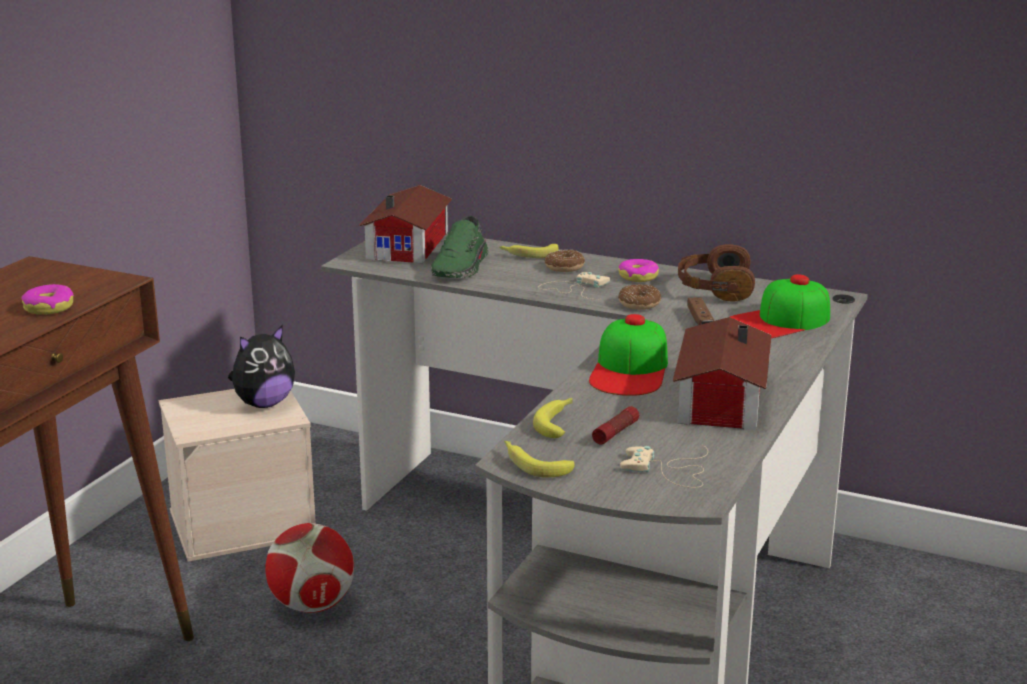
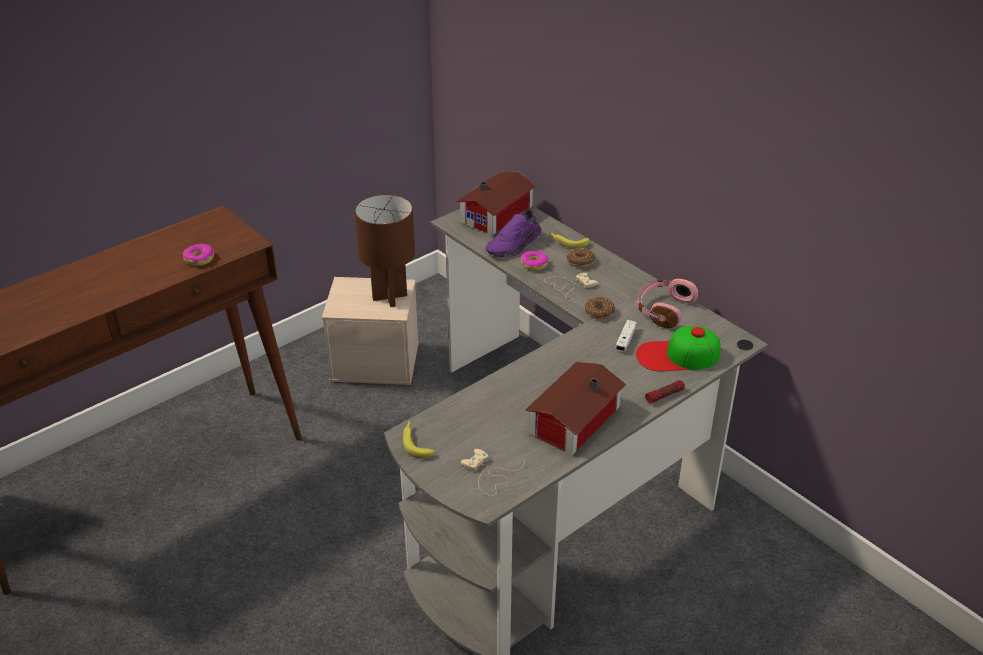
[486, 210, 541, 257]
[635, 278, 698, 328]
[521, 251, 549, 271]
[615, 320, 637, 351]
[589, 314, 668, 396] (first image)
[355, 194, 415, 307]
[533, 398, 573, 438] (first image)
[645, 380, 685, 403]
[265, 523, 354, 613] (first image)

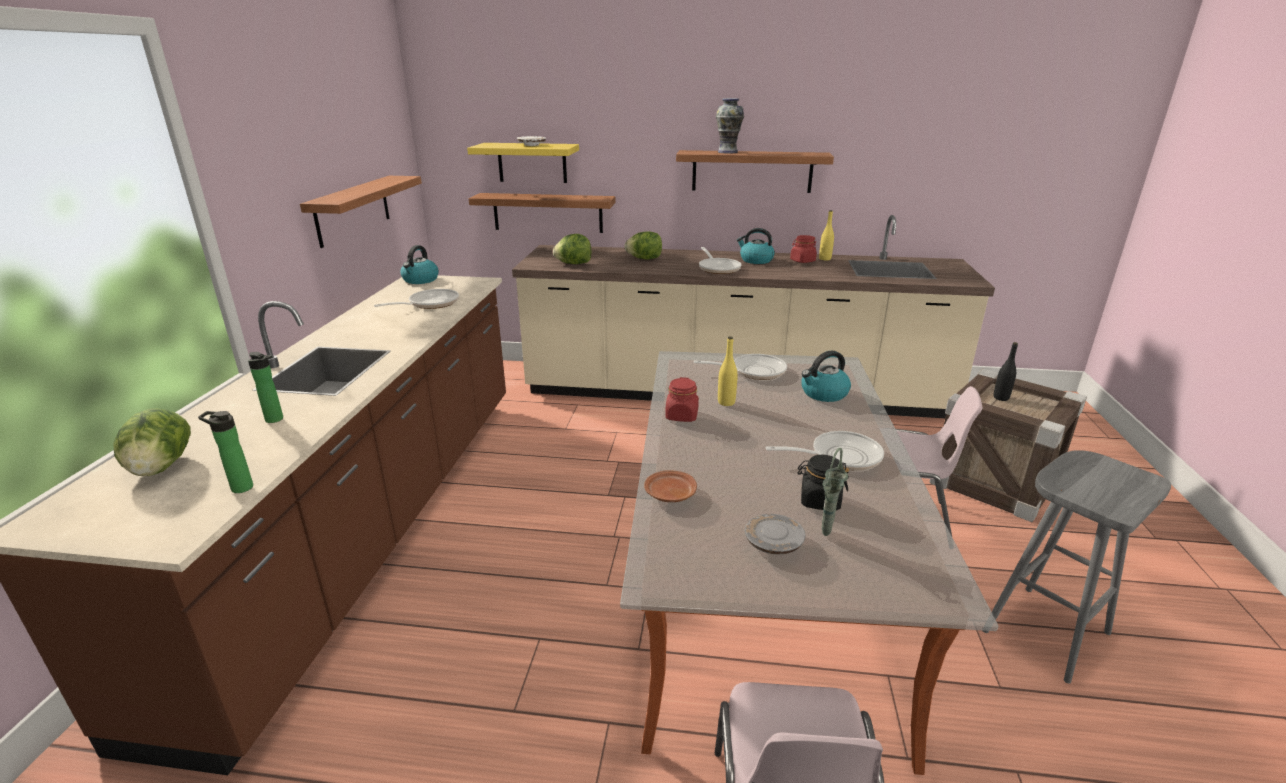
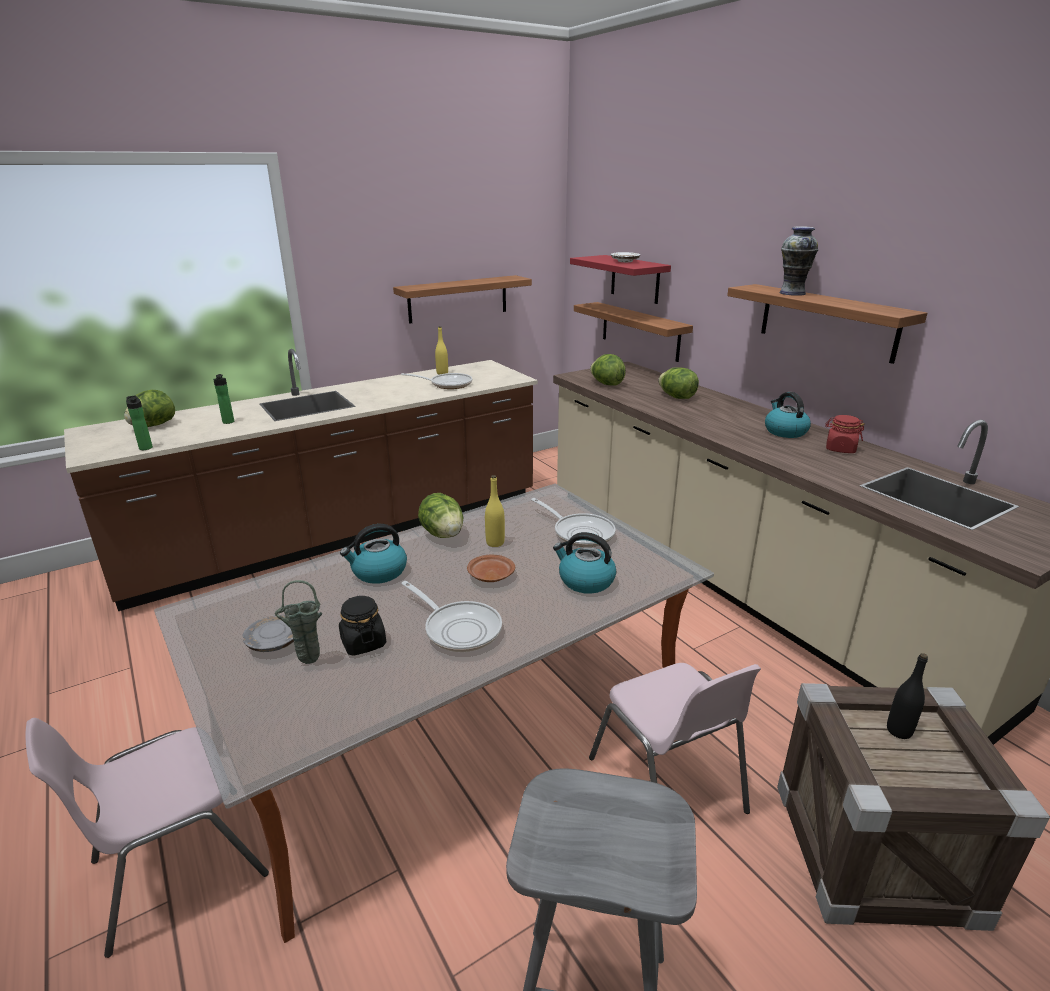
[570, 255, 671, 304]
[435, 326, 448, 375]
[340, 524, 407, 584]
[699, 247, 741, 274] (first image)
[418, 493, 463, 538]
[467, 555, 515, 582]

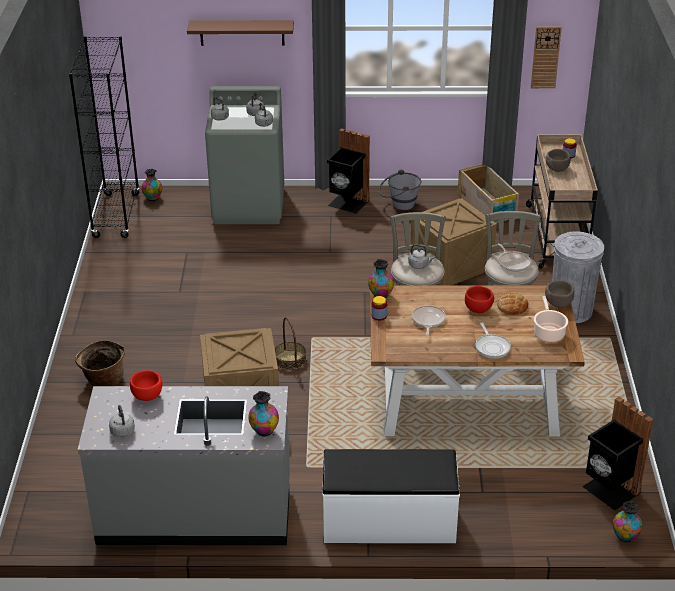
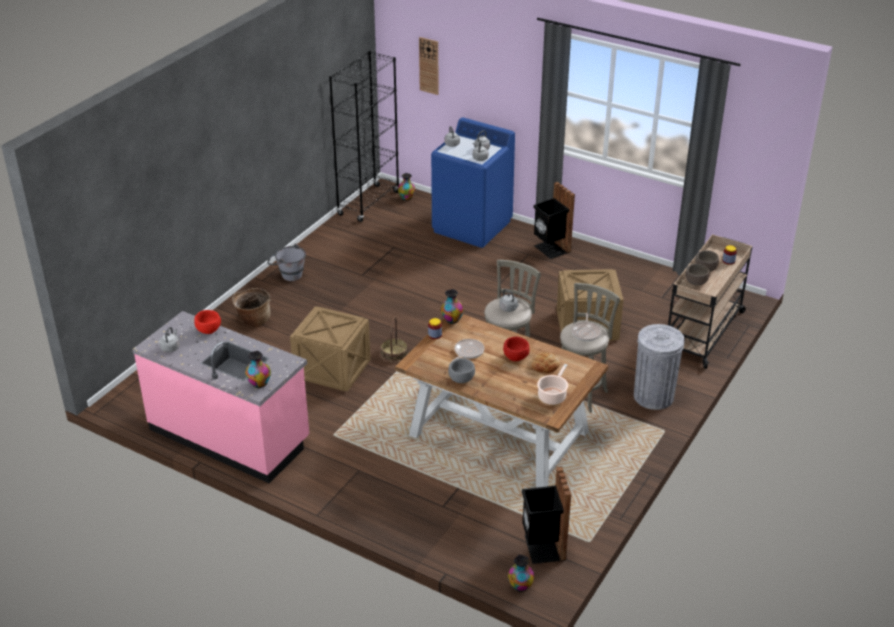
[187, 20, 294, 46] (first image)
[419, 37, 439, 95]
[431, 117, 515, 248]
[458, 164, 519, 223] (first image)
[267, 243, 306, 281]
[685, 264, 709, 286]
[476, 323, 511, 359] (first image)
[132, 311, 309, 483]
[323, 449, 460, 543] (first image)
[448, 358, 475, 383]

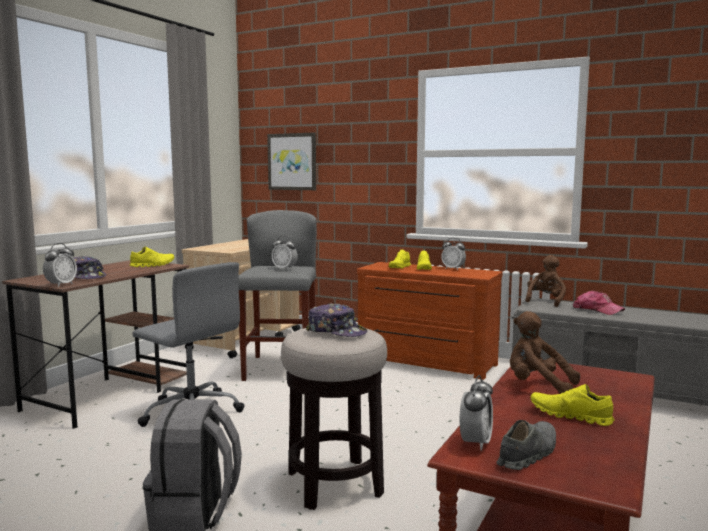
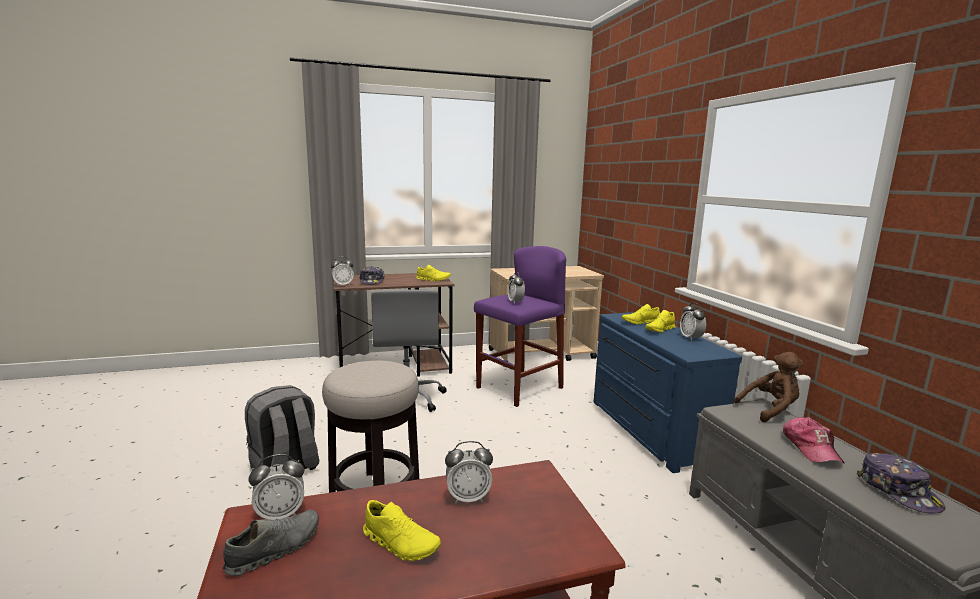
[267, 132, 316, 190] (first image)
[474, 246, 566, 407]
[594, 312, 742, 473]
[857, 453, 945, 514]
[445, 441, 493, 504]
[363, 500, 441, 561]
[222, 509, 319, 576]

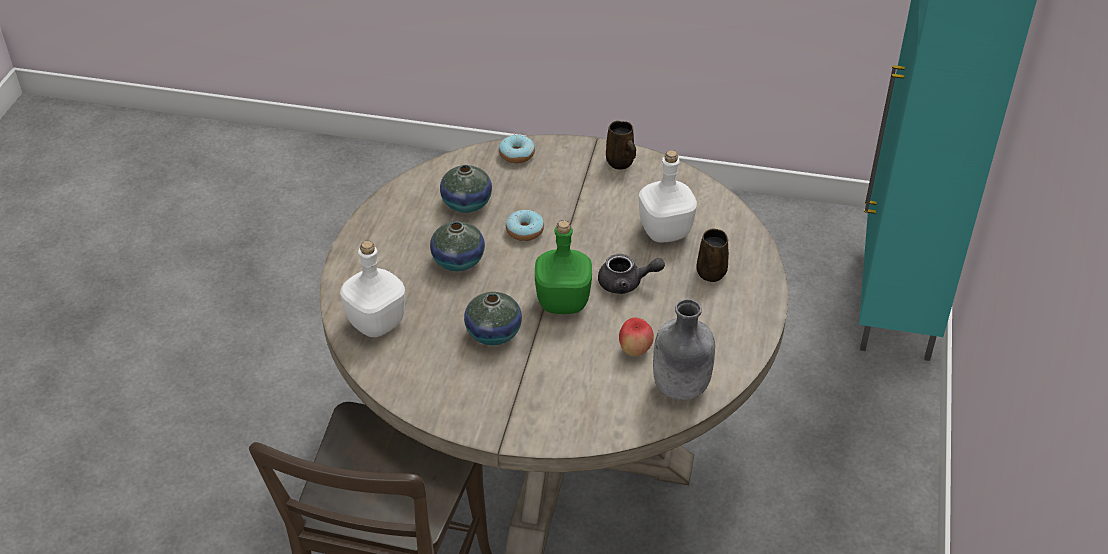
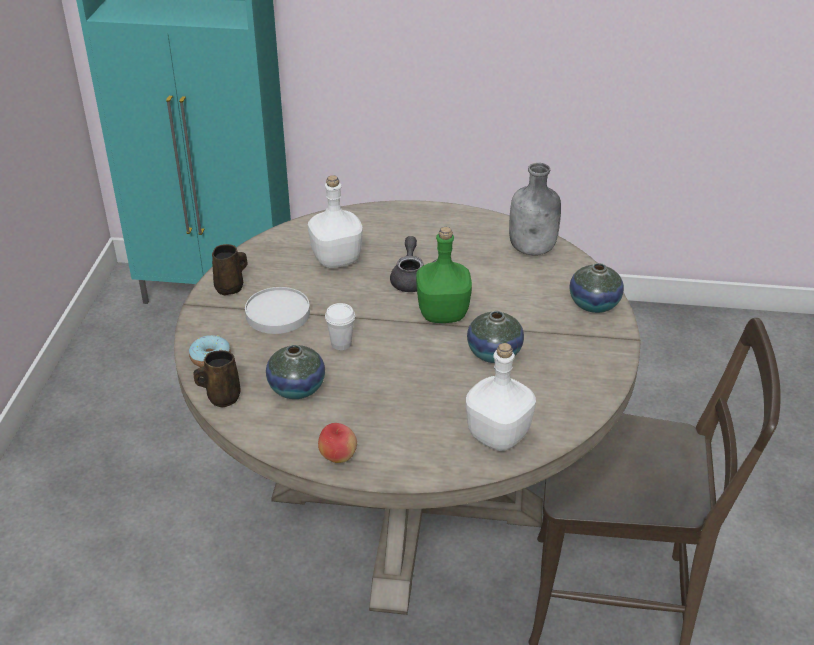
[325, 303, 355, 350]
[570, 263, 624, 313]
[193, 350, 240, 407]
[318, 423, 357, 463]
[245, 287, 310, 334]

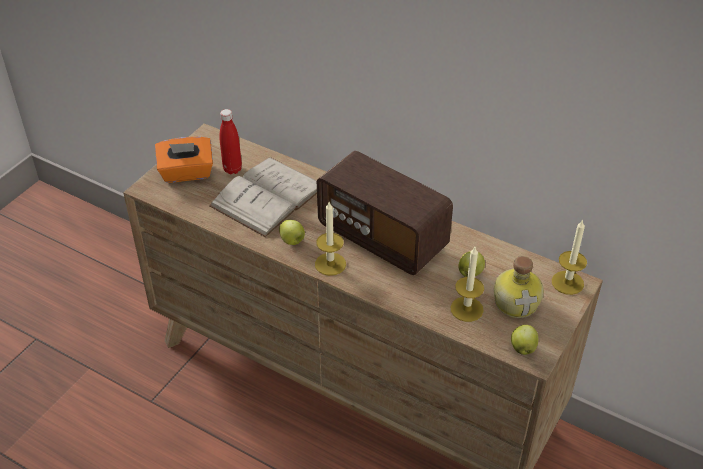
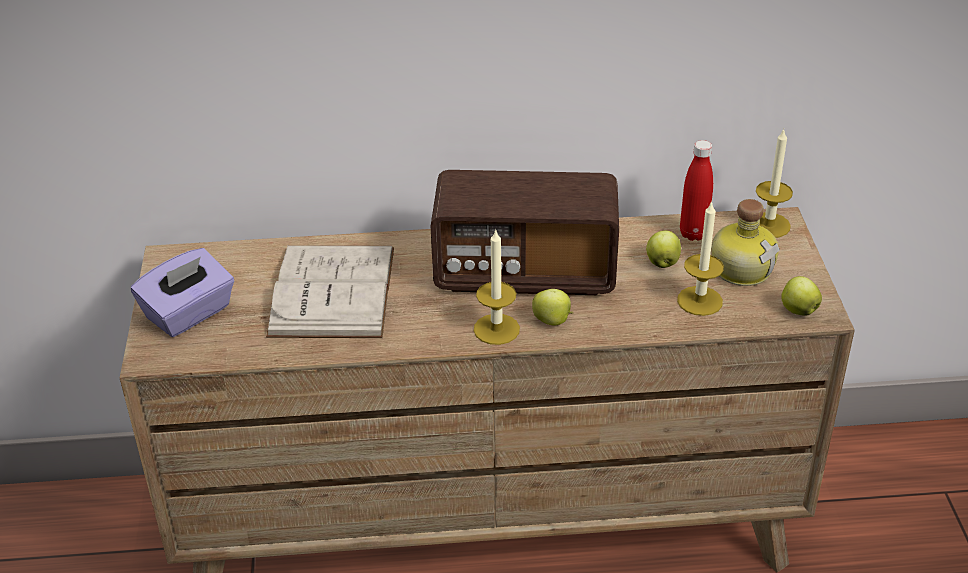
[680, 140, 713, 241]
[131, 248, 234, 337]
[532, 289, 574, 325]

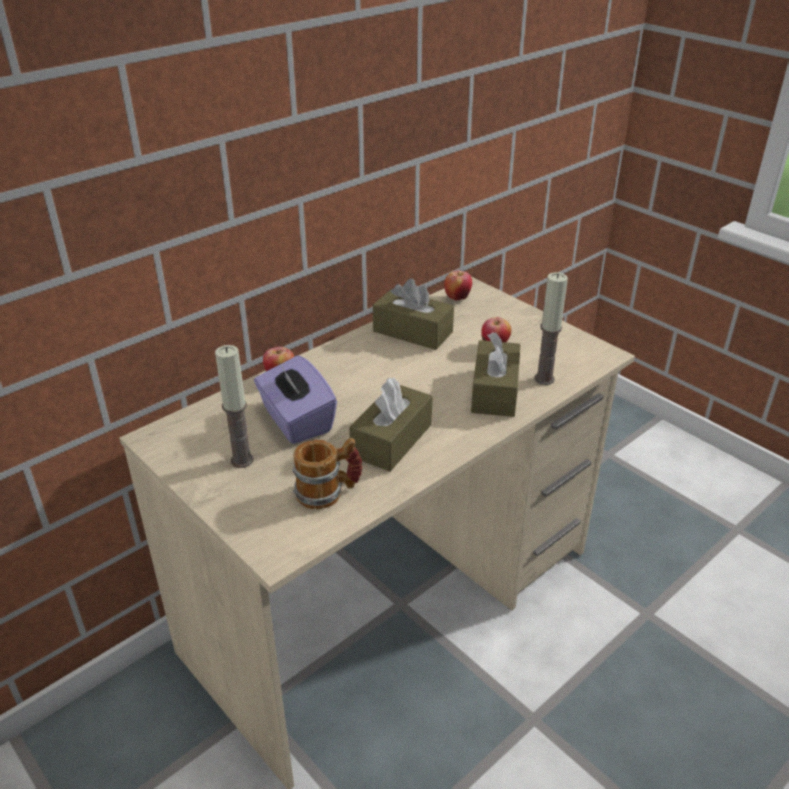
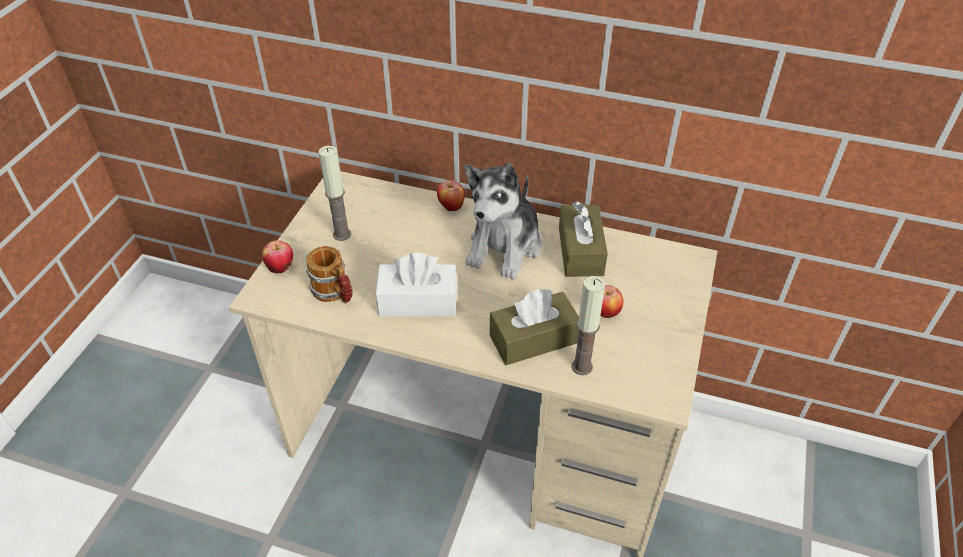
[262, 240, 293, 273]
[254, 355, 337, 444] (first image)
[376, 253, 457, 316]
[465, 162, 542, 280]

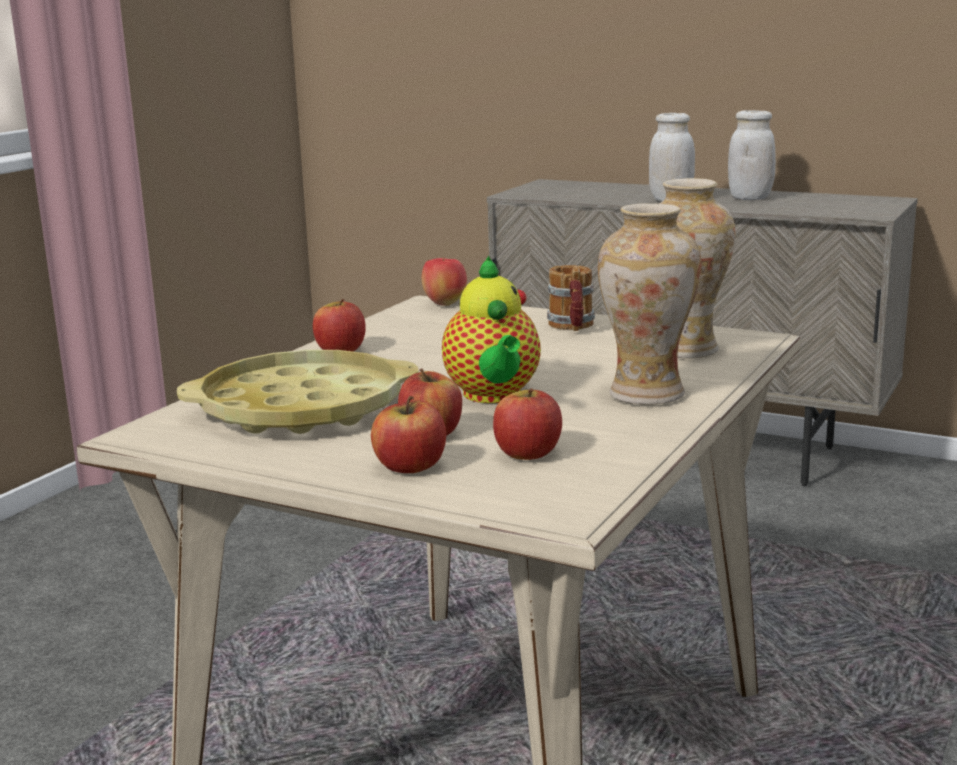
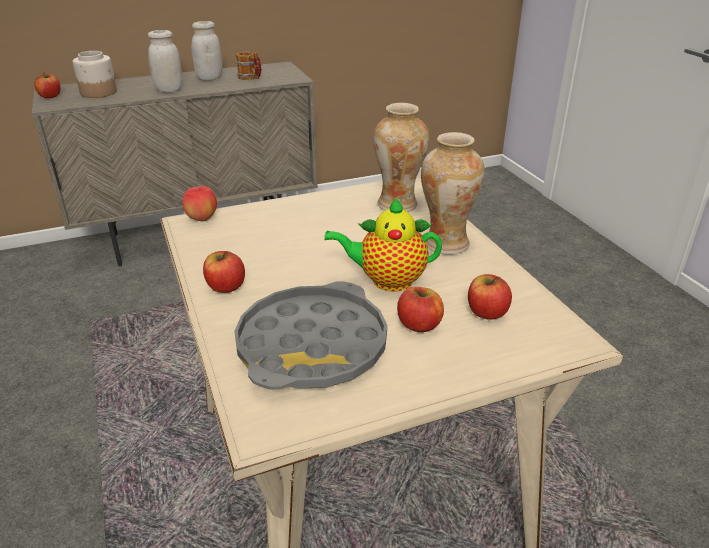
[325, 198, 442, 292]
[236, 52, 262, 80]
[234, 281, 387, 390]
[34, 72, 61, 98]
[72, 51, 117, 98]

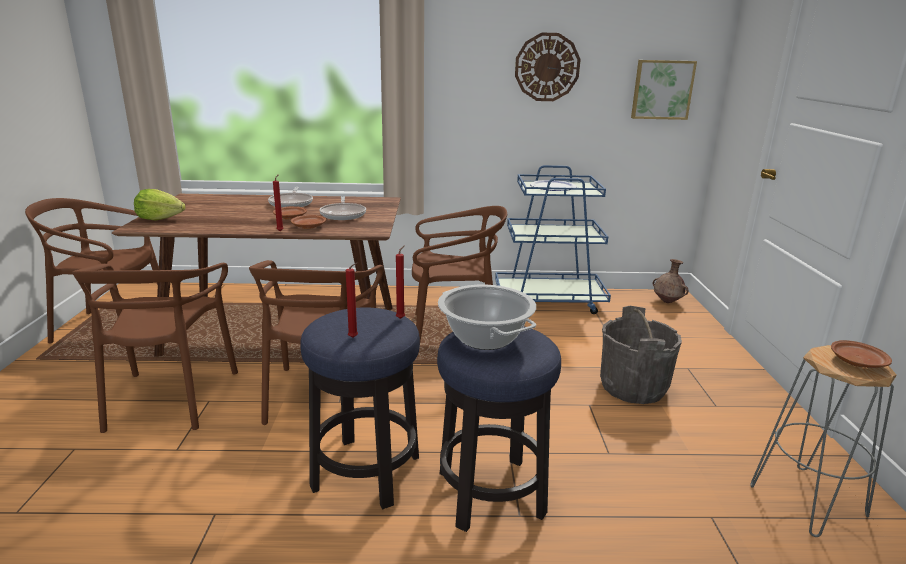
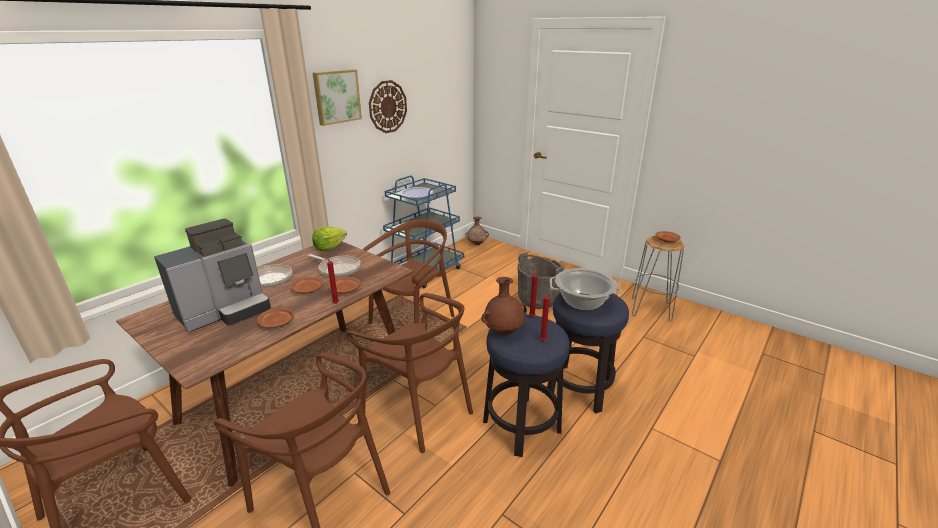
[313, 69, 362, 126]
[312, 227, 347, 251]
[154, 218, 271, 332]
[482, 277, 527, 335]
[257, 308, 294, 328]

